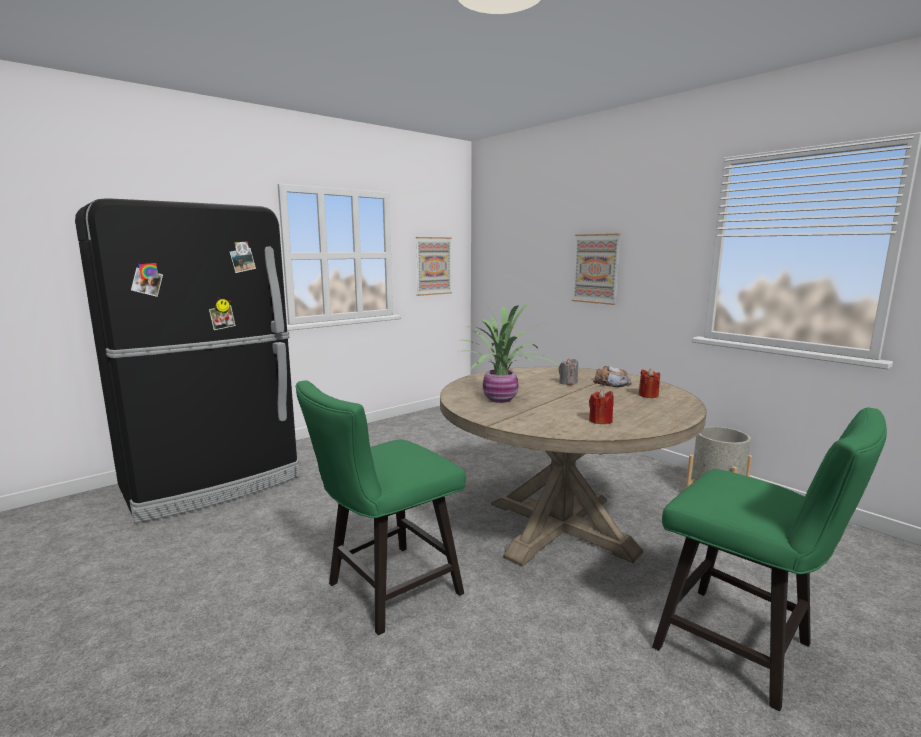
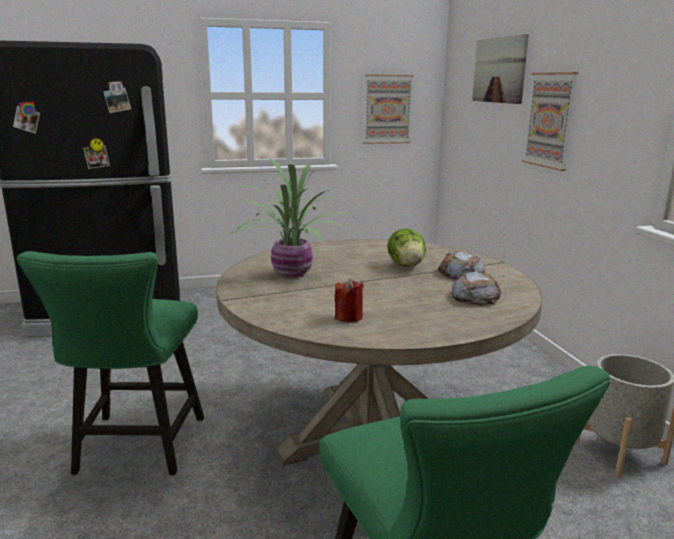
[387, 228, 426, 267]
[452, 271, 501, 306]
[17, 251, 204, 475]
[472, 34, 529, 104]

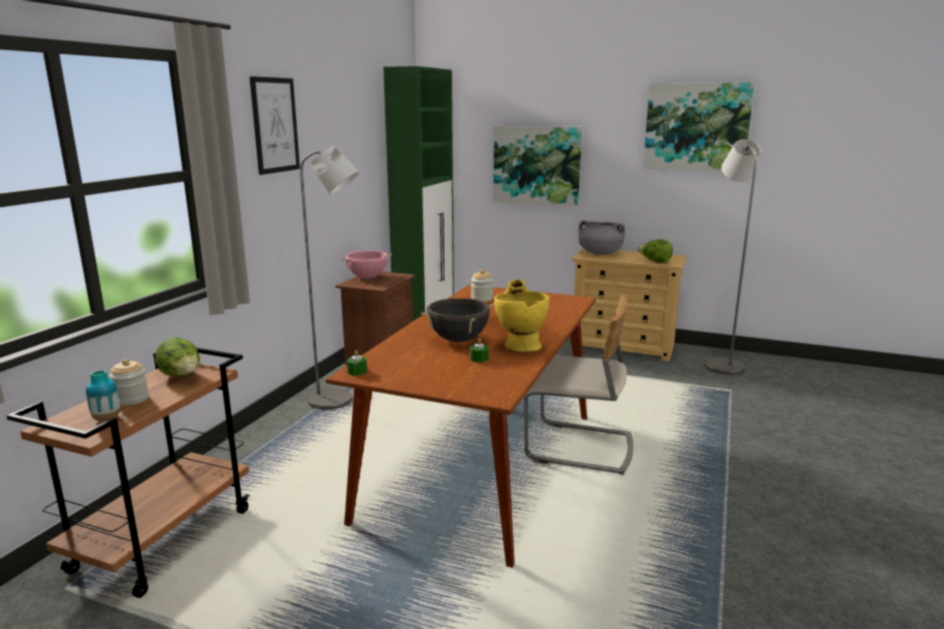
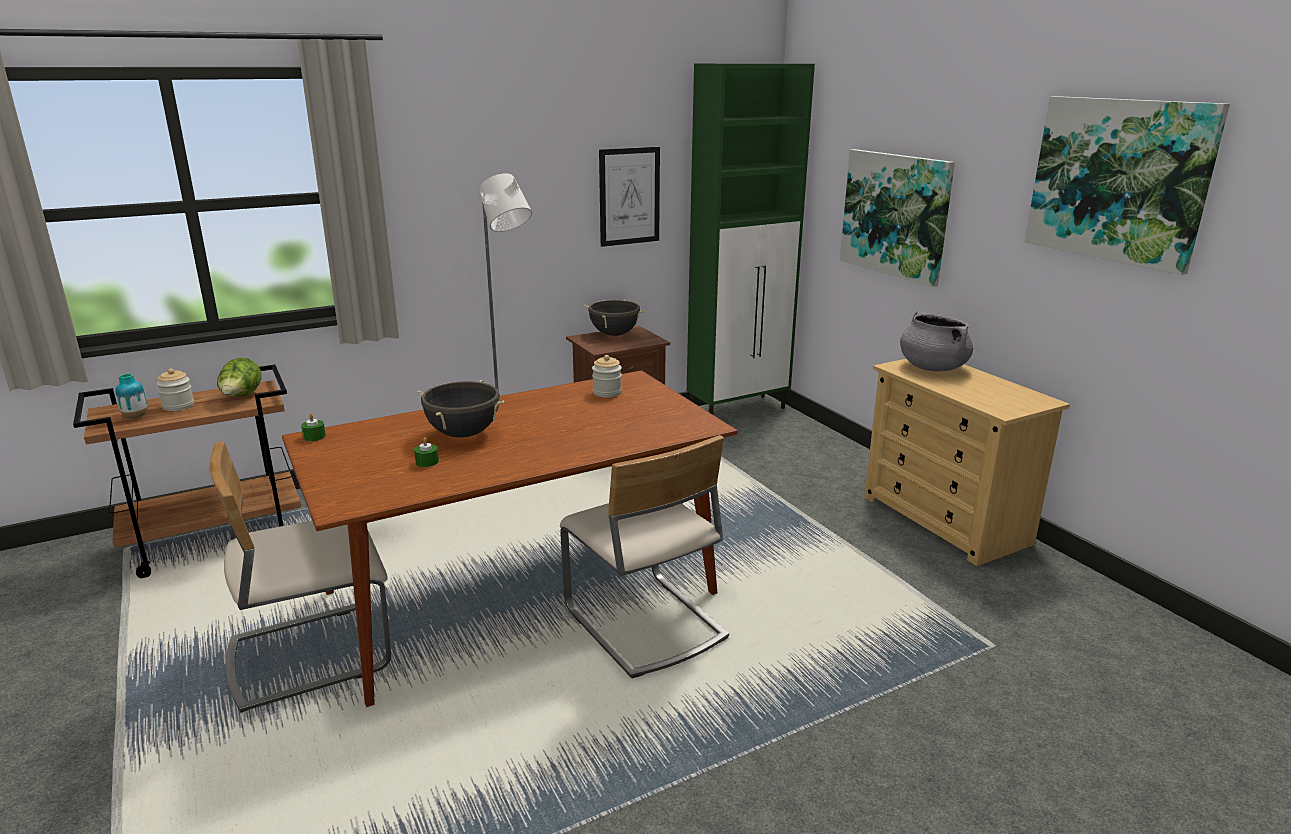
[599, 147, 660, 247]
[705, 139, 762, 375] (first image)
[637, 239, 673, 263] (first image)
[584, 300, 645, 336]
[494, 279, 550, 352] (first image)
[210, 442, 391, 713]

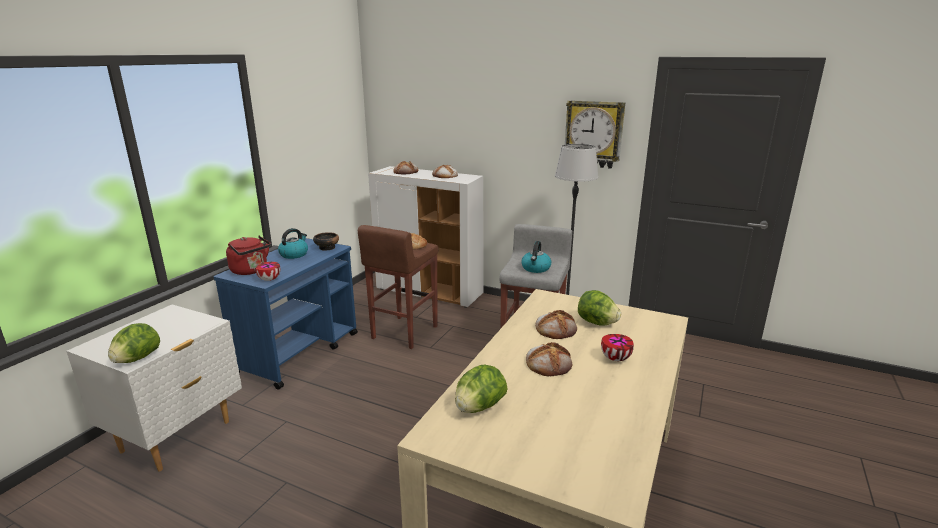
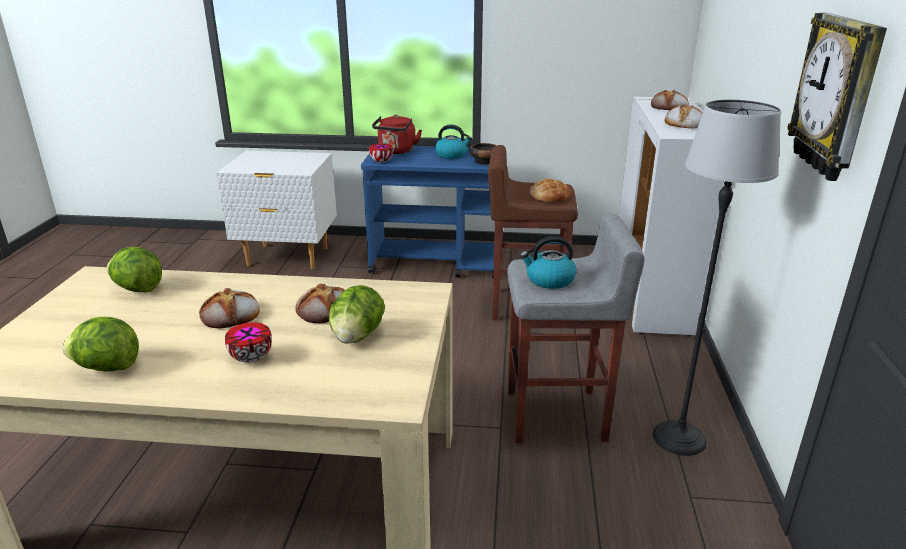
[62, 317, 139, 371]

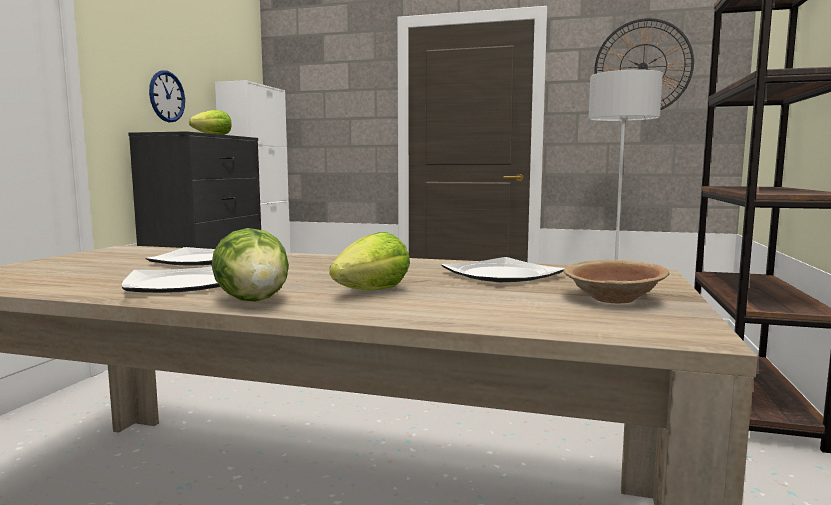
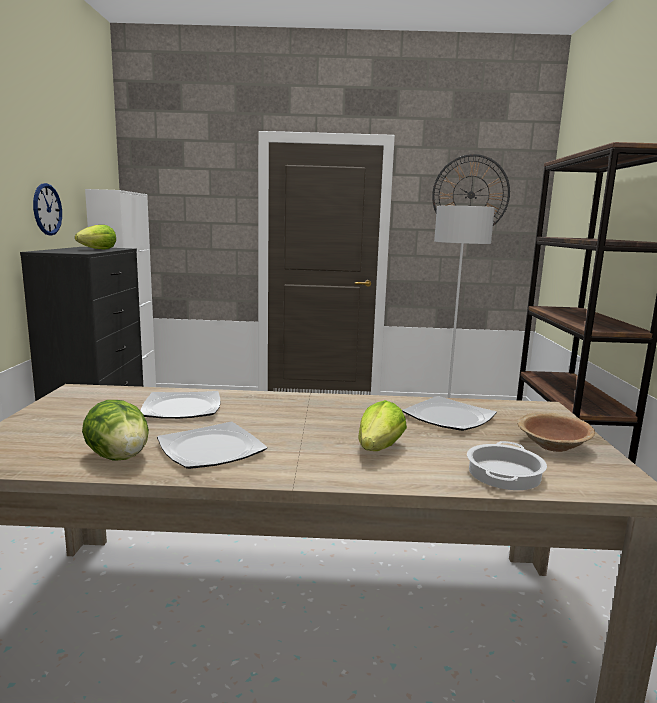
[82, 400, 149, 461]
[467, 441, 547, 490]

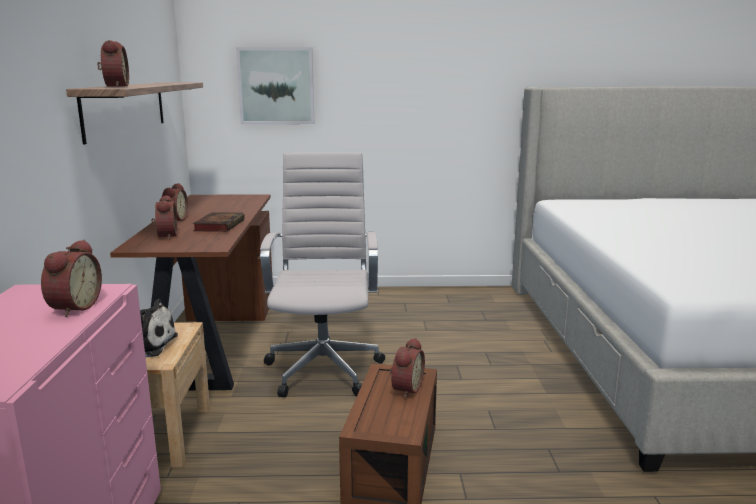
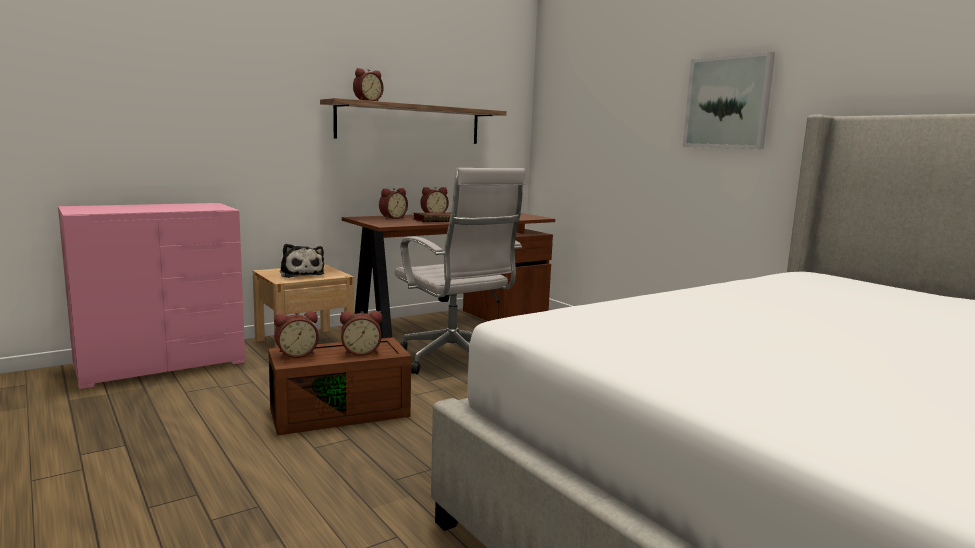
[683, 52, 775, 149]
[395, 168, 526, 375]
[274, 311, 319, 358]

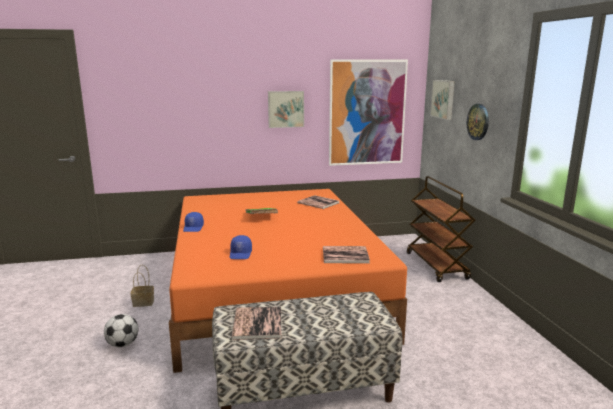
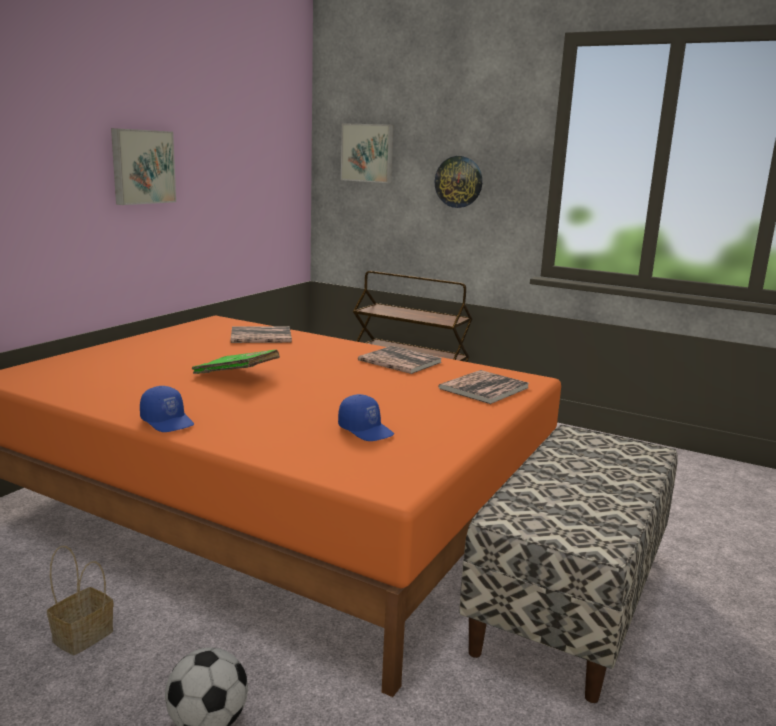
[329, 59, 408, 166] (first image)
[358, 346, 442, 374]

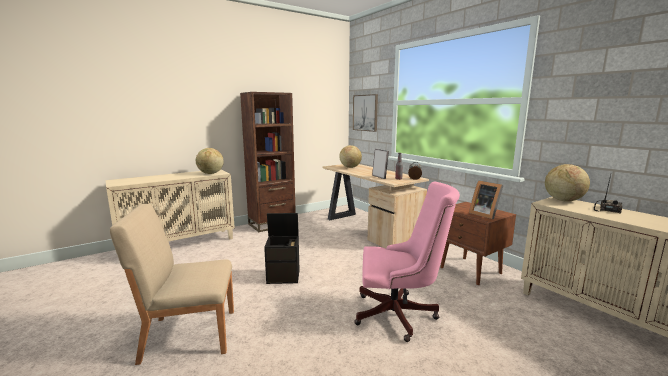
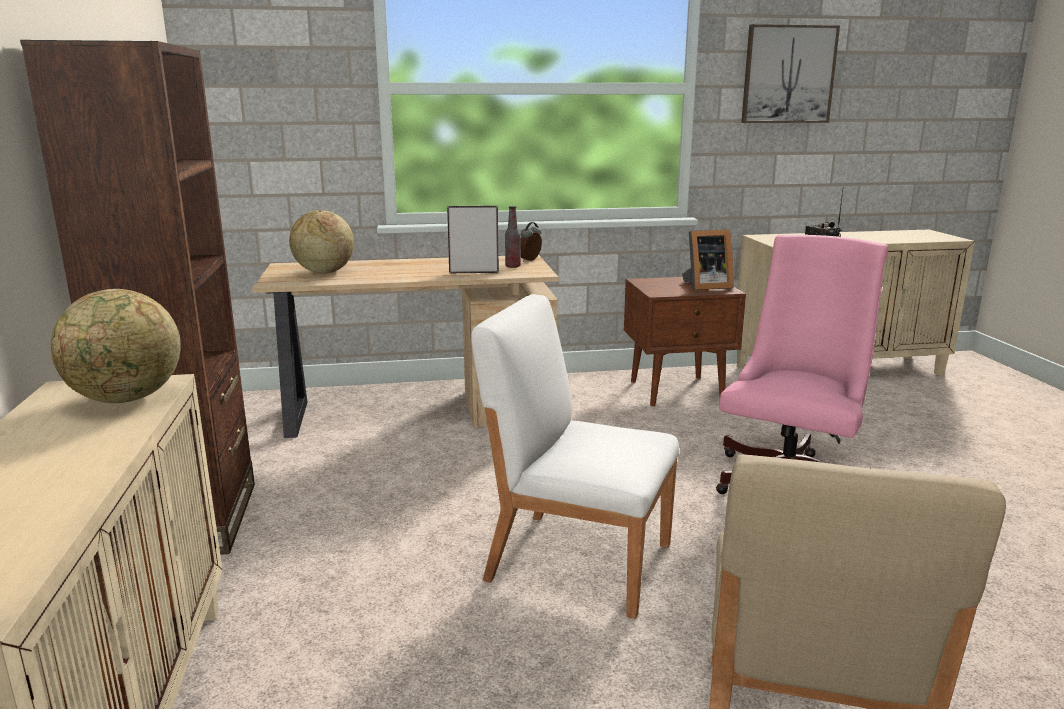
[741, 24, 840, 123]
[545, 164, 590, 202] (first image)
[471, 294, 679, 619]

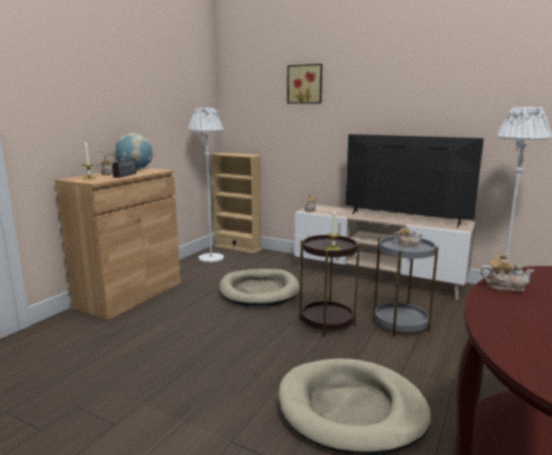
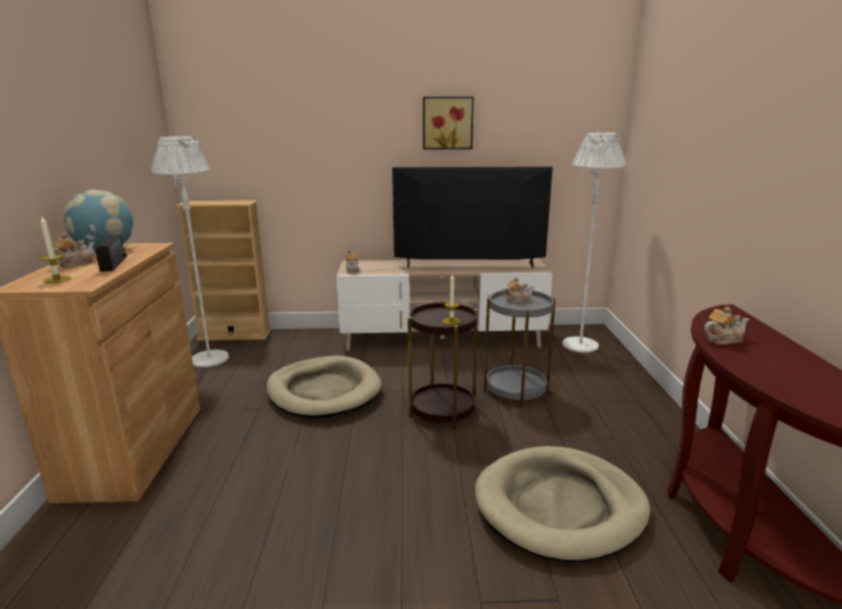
[423, 97, 474, 150]

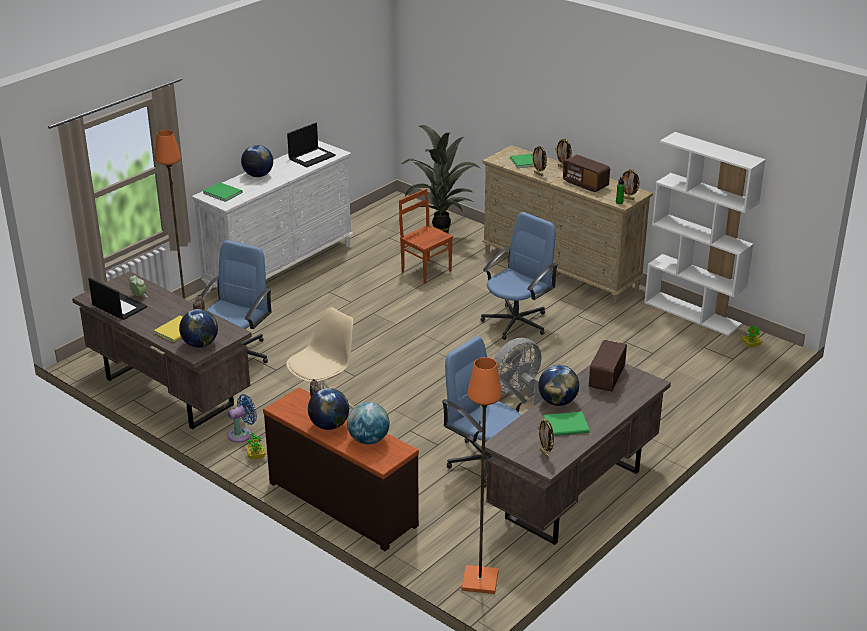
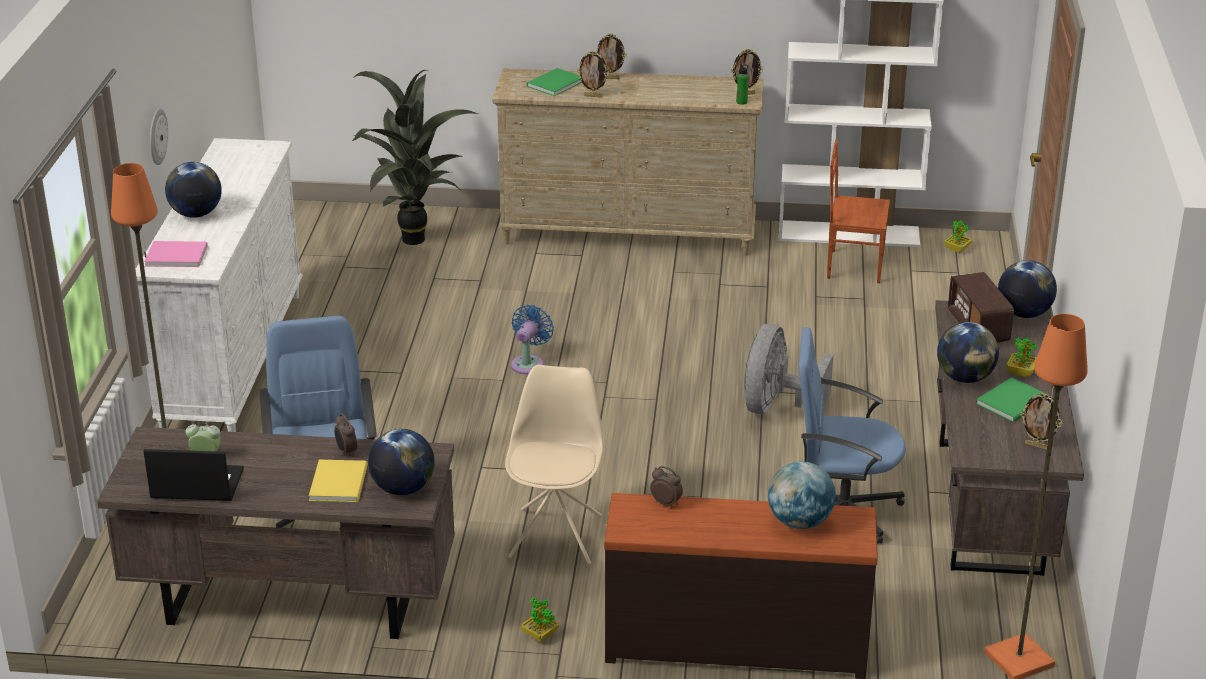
[287, 123, 336, 167] (first image)
[563, 155, 610, 192] (first image)
[144, 241, 208, 267]
[827, 139, 890, 283]
[480, 212, 558, 340] (first image)
[998, 260, 1057, 318]
[511, 305, 554, 374]
[150, 108, 168, 165]
[1006, 338, 1037, 377]

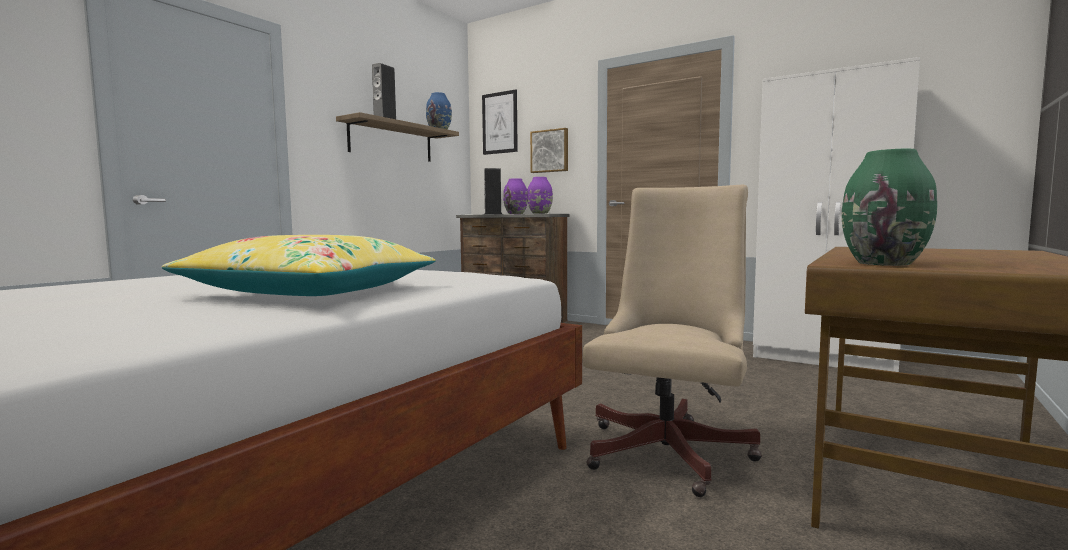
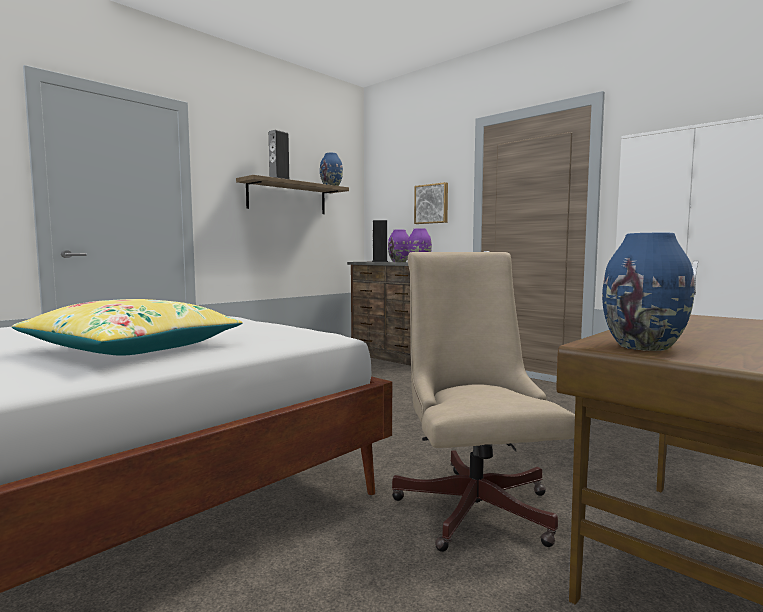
[482, 90, 518, 155] (first image)
[602, 233, 694, 351]
[392, 252, 575, 552]

